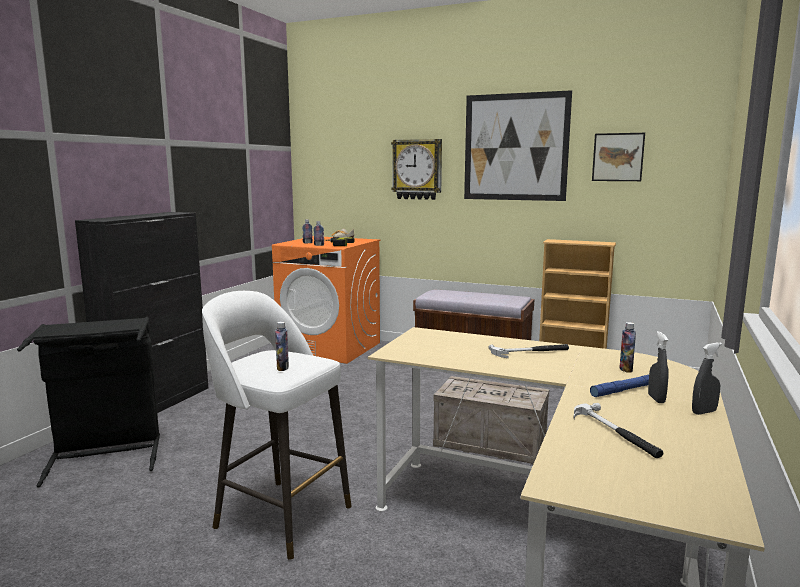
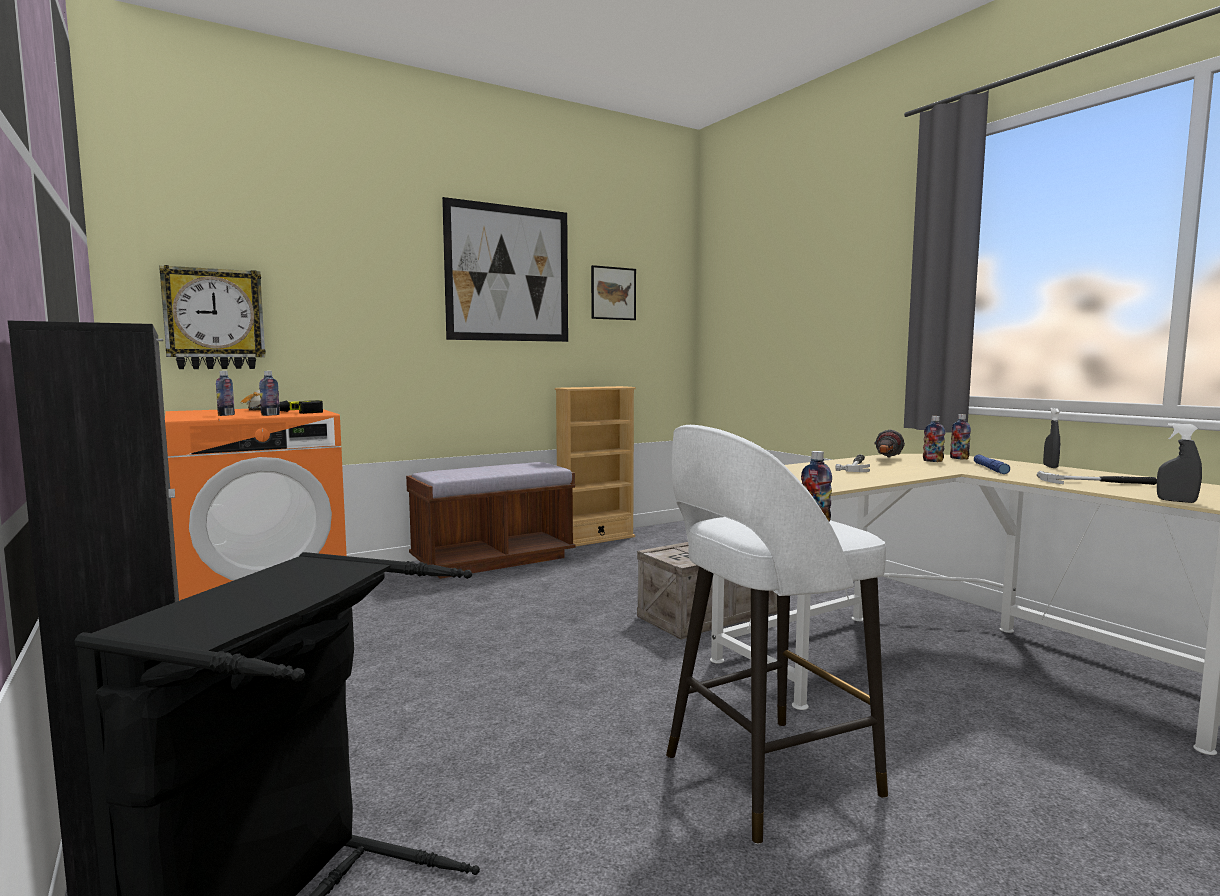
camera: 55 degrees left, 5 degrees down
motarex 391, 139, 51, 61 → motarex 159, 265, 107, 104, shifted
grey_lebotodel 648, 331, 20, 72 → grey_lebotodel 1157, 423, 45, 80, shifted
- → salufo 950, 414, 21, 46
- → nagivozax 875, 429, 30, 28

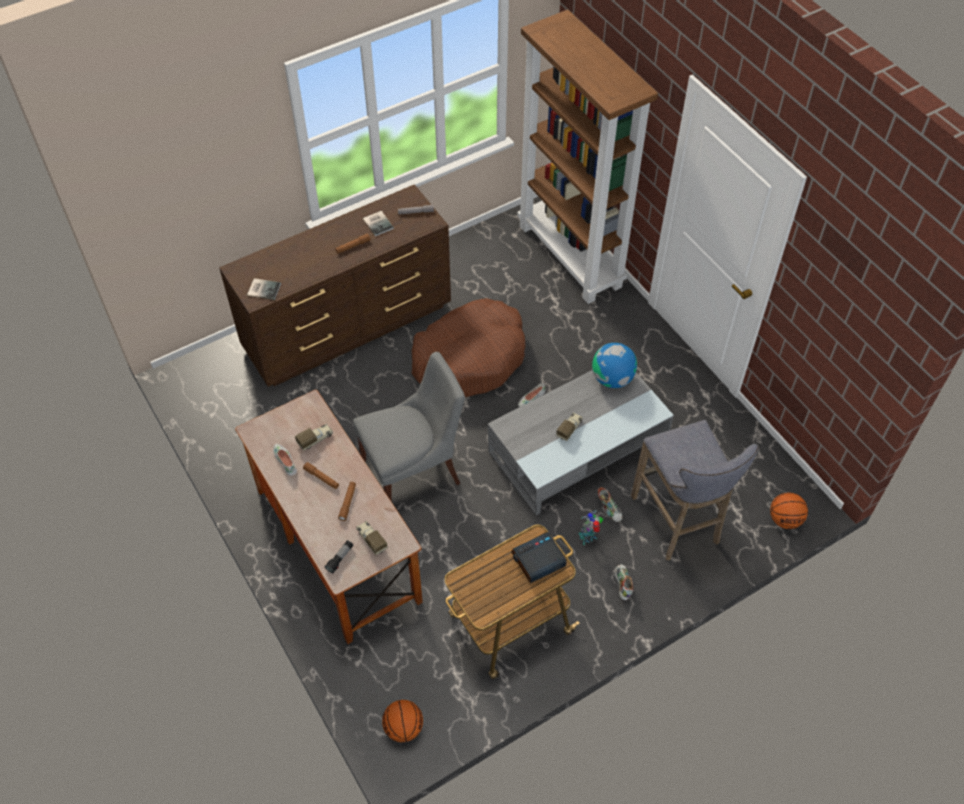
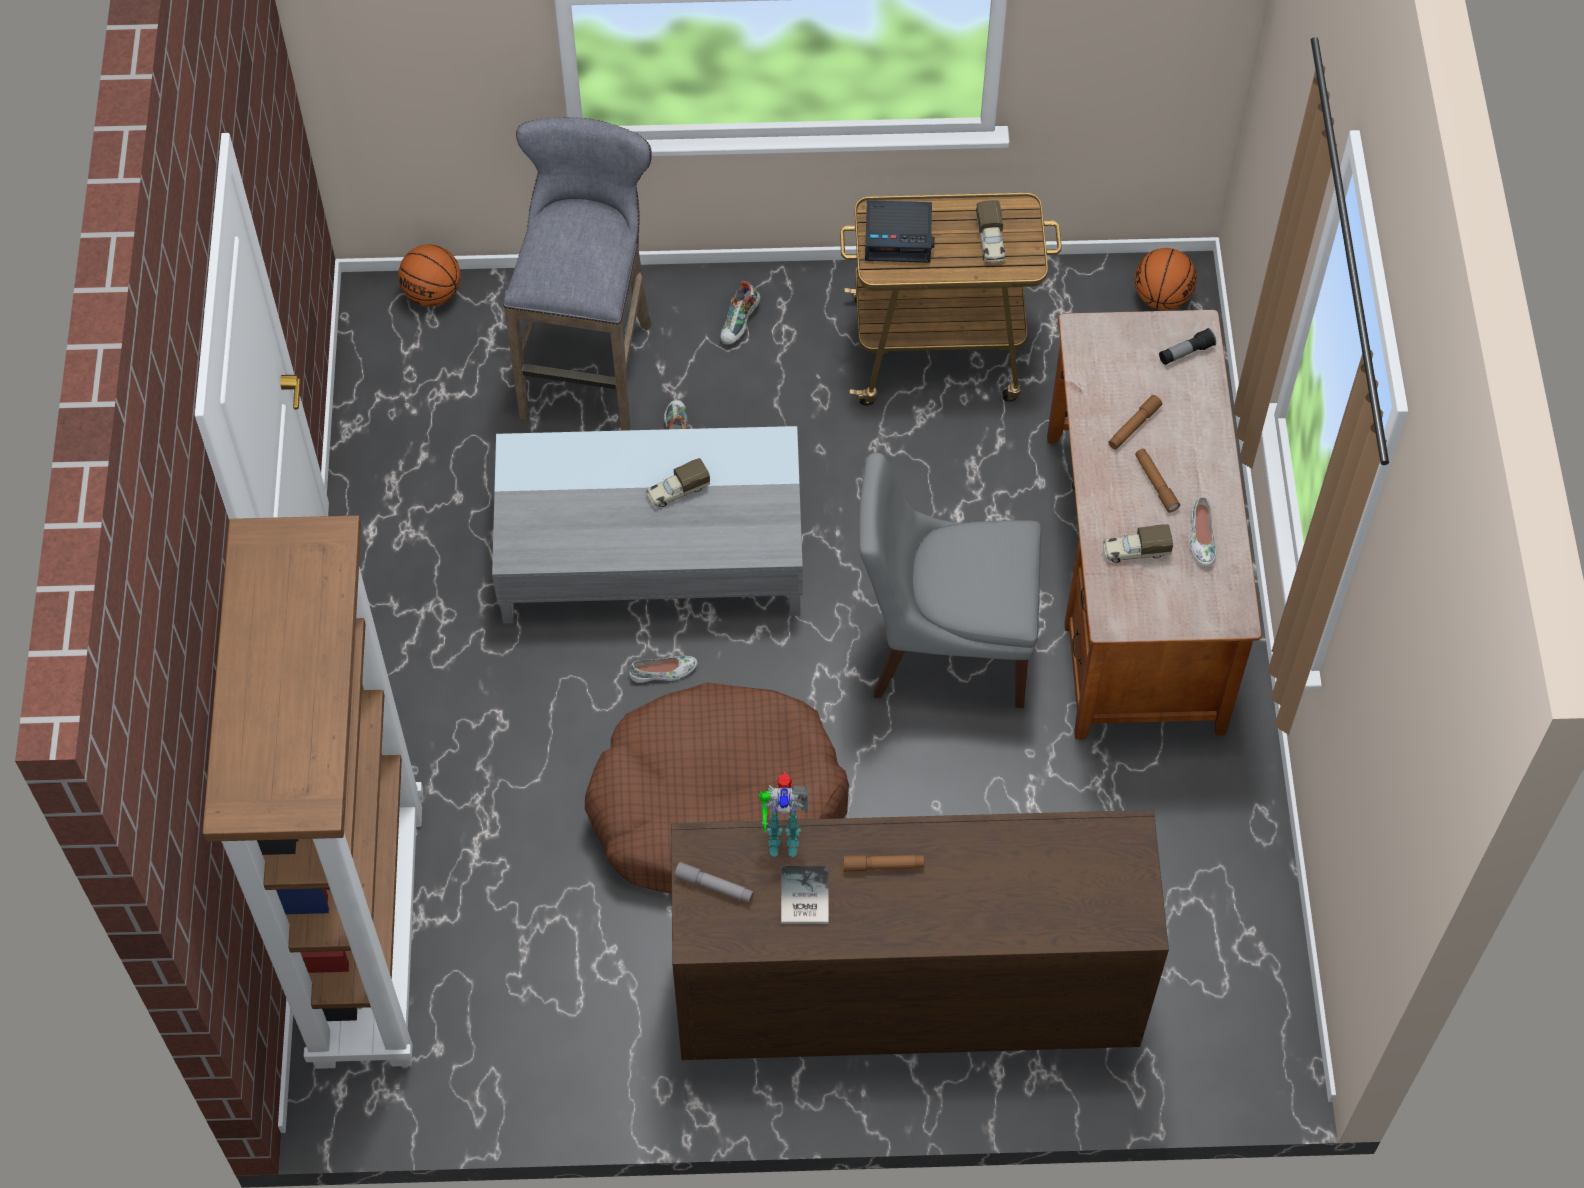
camera: 150 degrees left, 5 degrees up
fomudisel 247, 278, 34, 22 → -
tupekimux 592, 343, 45, 45 → -
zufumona 578, 510, 26, 35 → zufumona 758, 770, 51, 87, shifted
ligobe 356, 521, 31, 34 → ligobe 976, 200, 30, 63, shifted

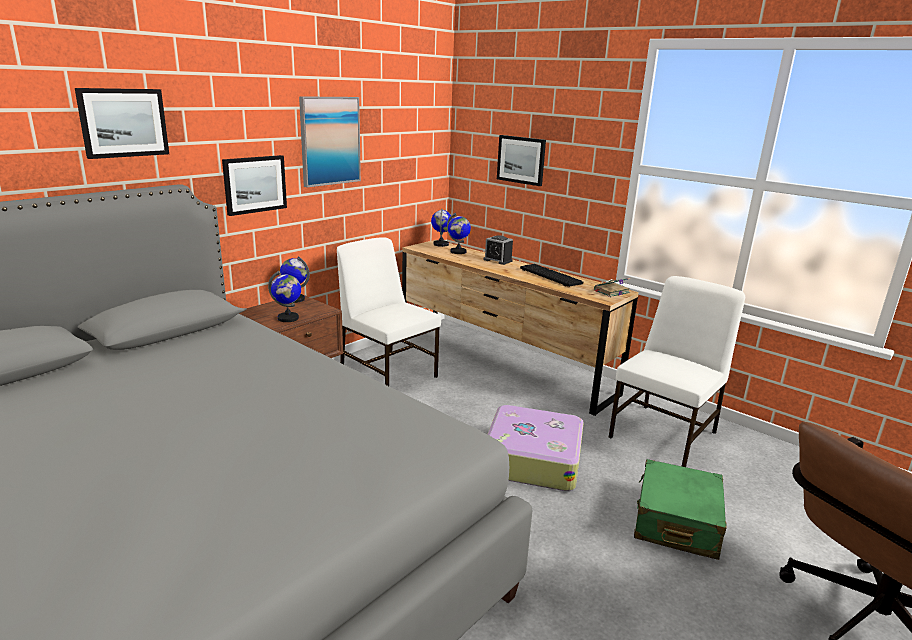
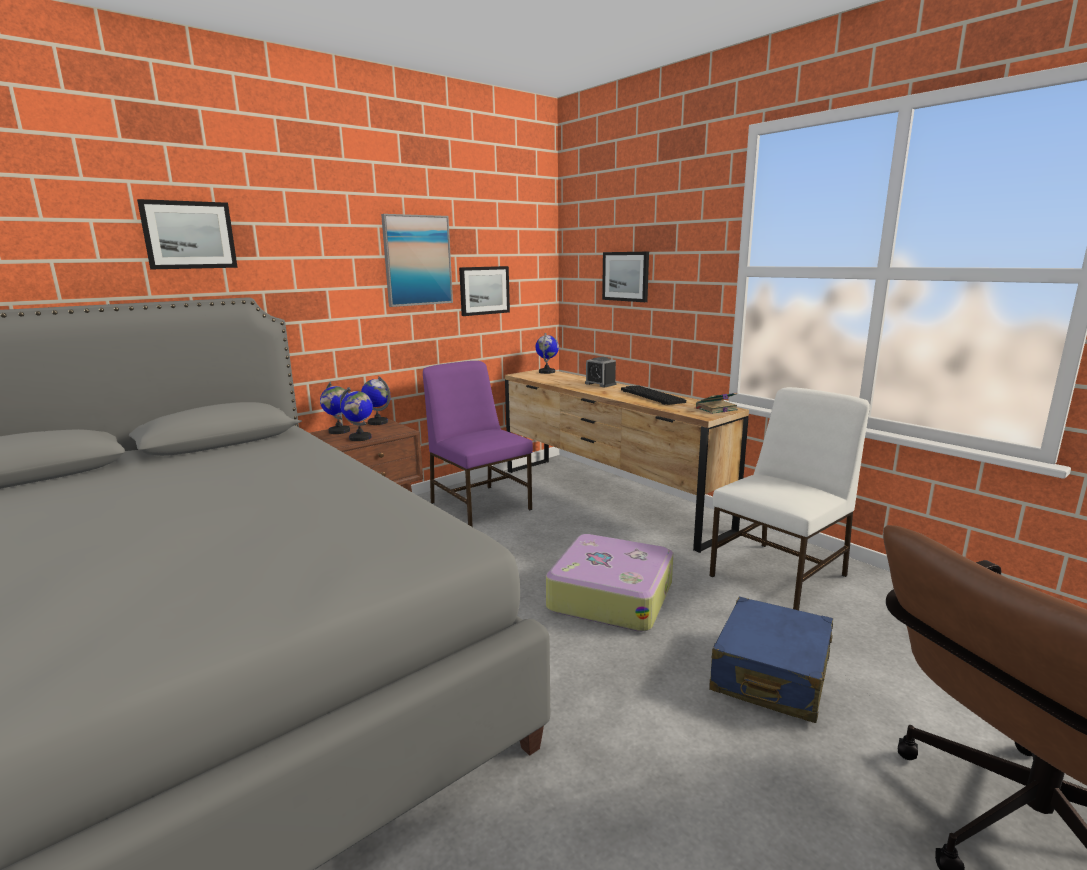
camera: 10 degrees right, 5 degrees down
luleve 222, 155, 65, 61 → luleve 459, 266, 51, 50, shifted
tupekimux 447, 213, 24, 41 → tupekimux 320, 382, 30, 52, shifted
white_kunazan 337, 237, 104, 149 → purple_kunazan 423, 361, 110, 166
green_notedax 634, 459, 93, 101 → blue_notedax 709, 597, 124, 126

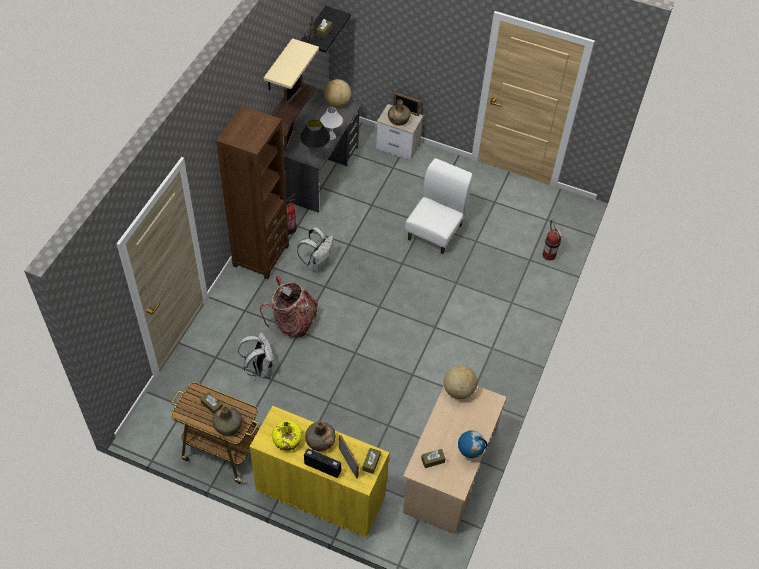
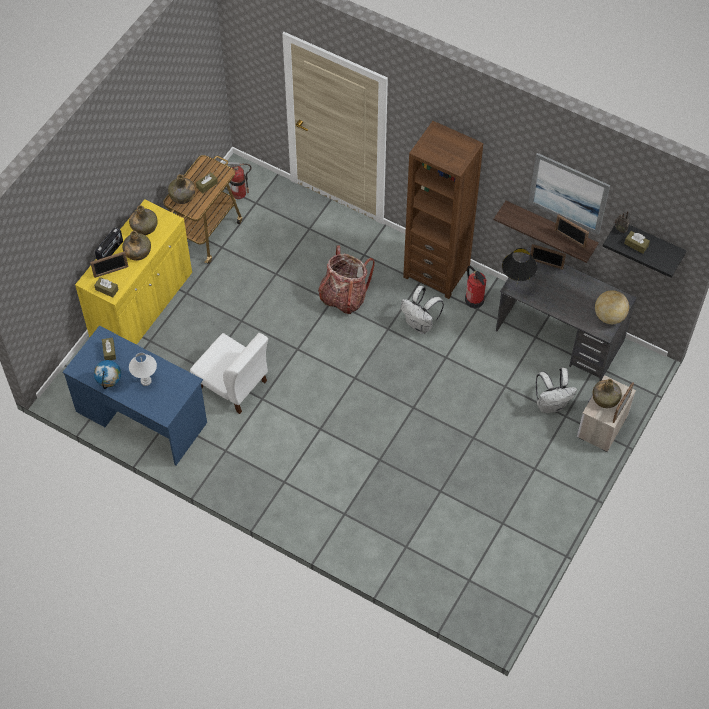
camera: 100 degrees right, 5 degrees up
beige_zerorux 264, 38, 55, 52 → luleve 528, 153, 82, 82
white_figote 320, 107, 23, 33 → white_figote 129, 353, 28, 33, shifted
white_kunazan 405, 158, 67, 96 → white_kunazan 190, 333, 78, 81, shifted
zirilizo 543, 220, 20, 41 → zirilizo 221, 162, 31, 37, shifted
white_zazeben 238, 332, 37, 46 → white_zazeben 536, 368, 41, 45, shifted
tupekimux 444, 365, 33, 34 → -
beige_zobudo 403, 386, 104, 148 → blue_zobudo 62, 325, 145, 141
yellow_salufo 272, 421, 30, 30 → green_salufo 129, 205, 29, 30

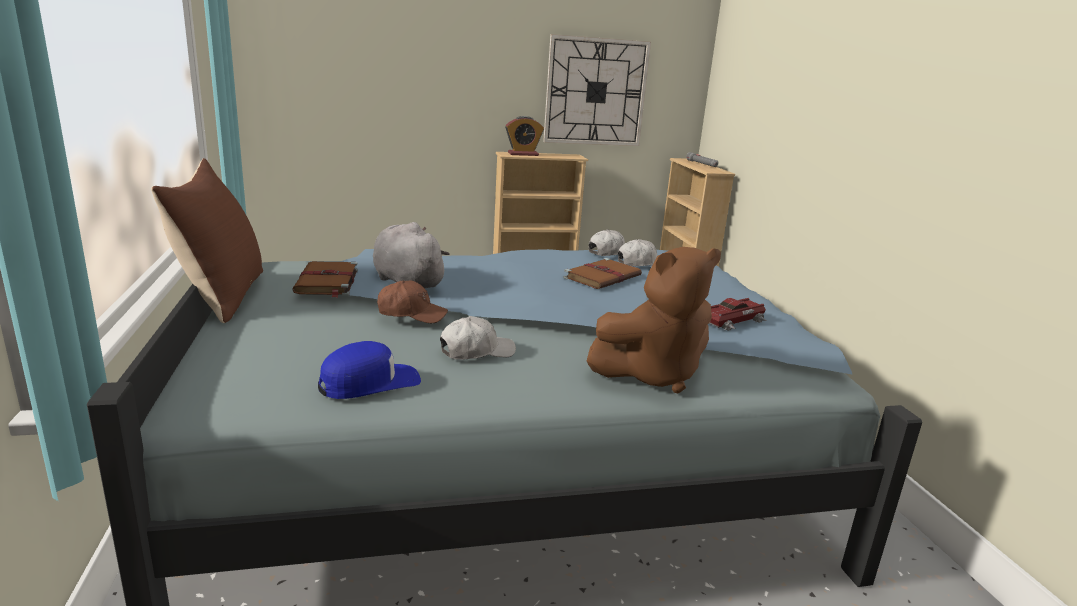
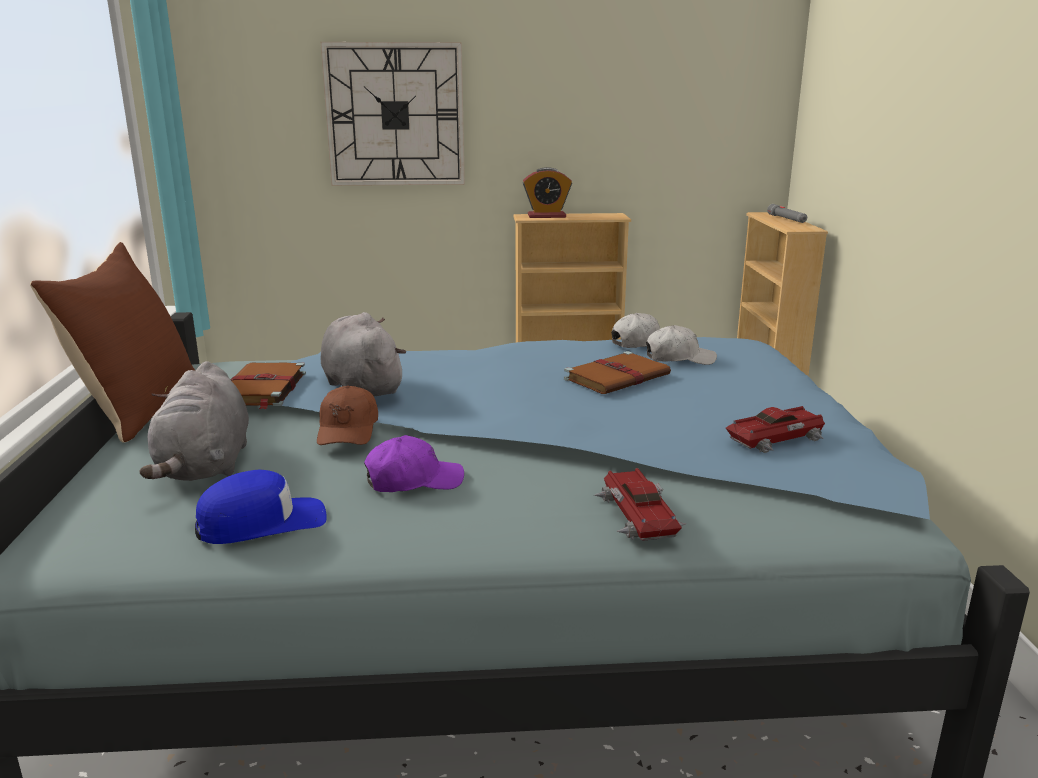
camera: 10 degrees right, 0 degrees up
motarex 543, 34, 108, 112 → motarex 321, 42, 144, 144, shifted
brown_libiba 587, 247, 134, 147 → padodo 594, 468, 92, 73
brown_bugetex 377, 280, 71, 44 → brown_bugetex 317, 385, 61, 60, 75 degrees clockwise
white_bugetex 440, 316, 76, 43 → purple_bugetex 364, 435, 100, 57
- → grey_libiba 139, 361, 110, 120

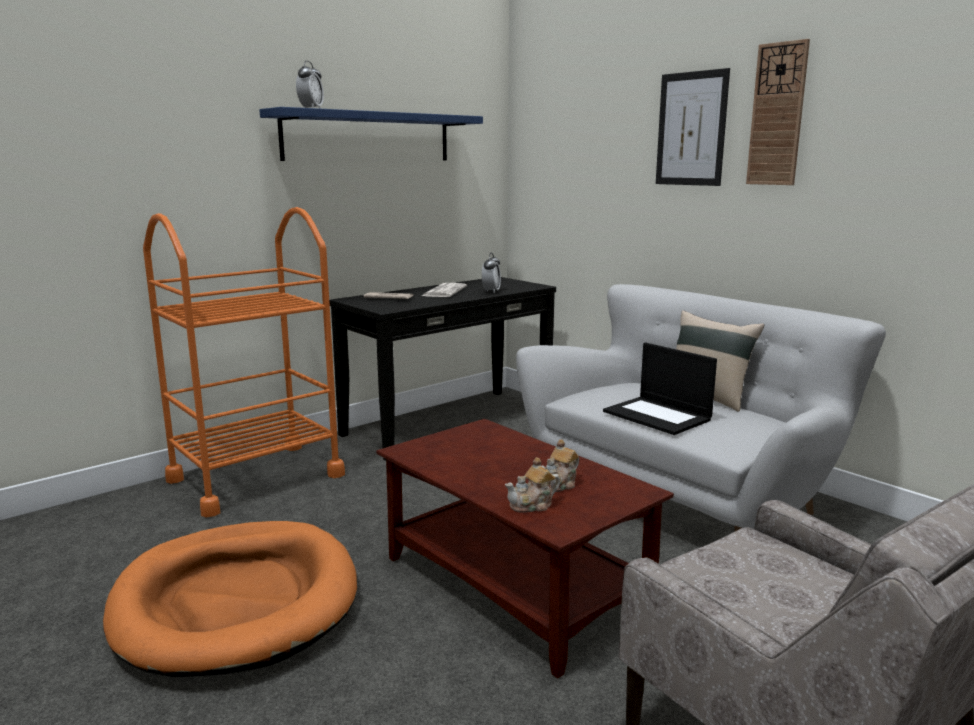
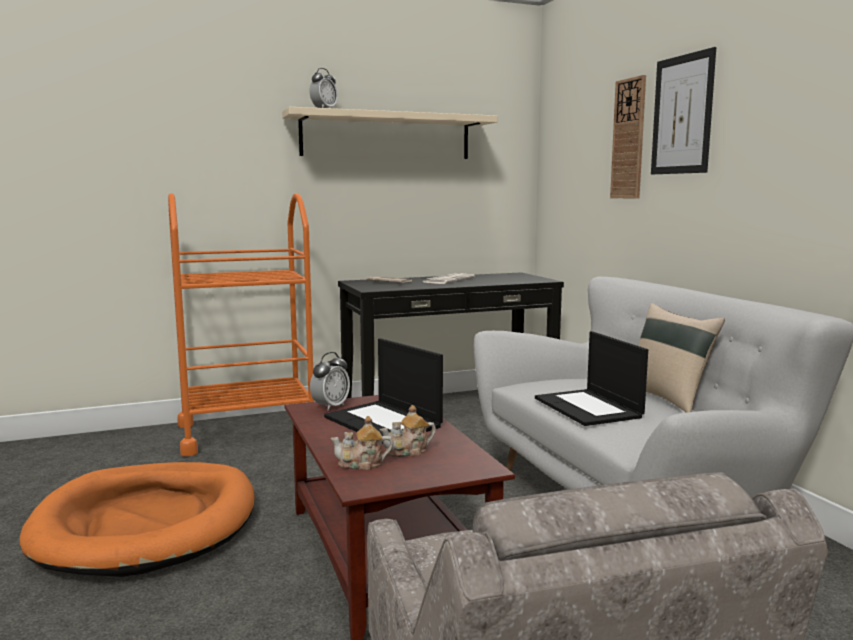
camera: 20 degrees right, 5 degrees down
motarex 746, 39, 64, 146 → motarex 610, 75, 36, 124, shifted
blue_zerorux 259, 107, 224, 54 → beige_zerorux 282, 107, 216, 52
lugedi 482, 253, 19, 40 → lugedi 310, 352, 40, 59, shifted
- → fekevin 324, 338, 119, 106

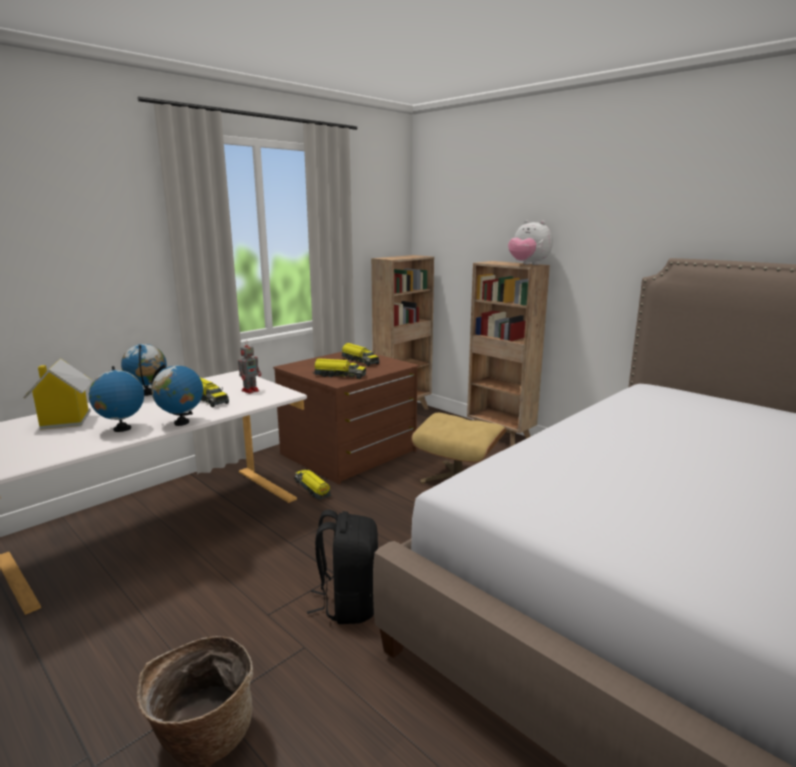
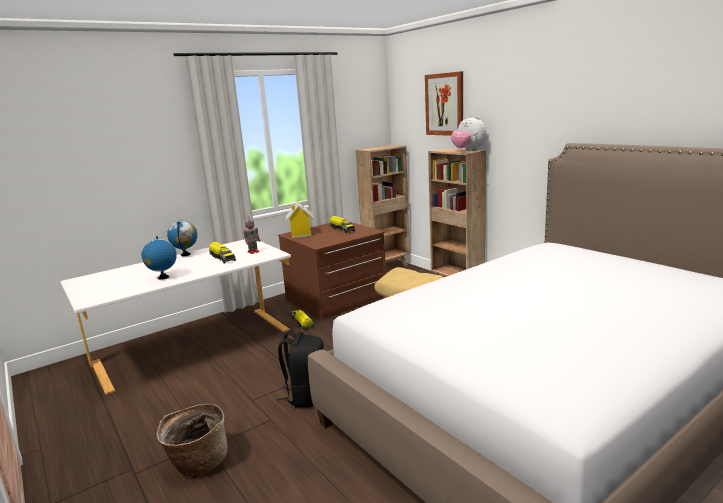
camera: 10 degrees right, 0 degrees up
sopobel 23, 358, 69, 72 → sopobel 286, 202, 27, 36, shifted
ligobe 313, 358, 53, 21 → -
tupekimux 151, 364, 52, 62 → -
- → luleve 425, 71, 38, 65

